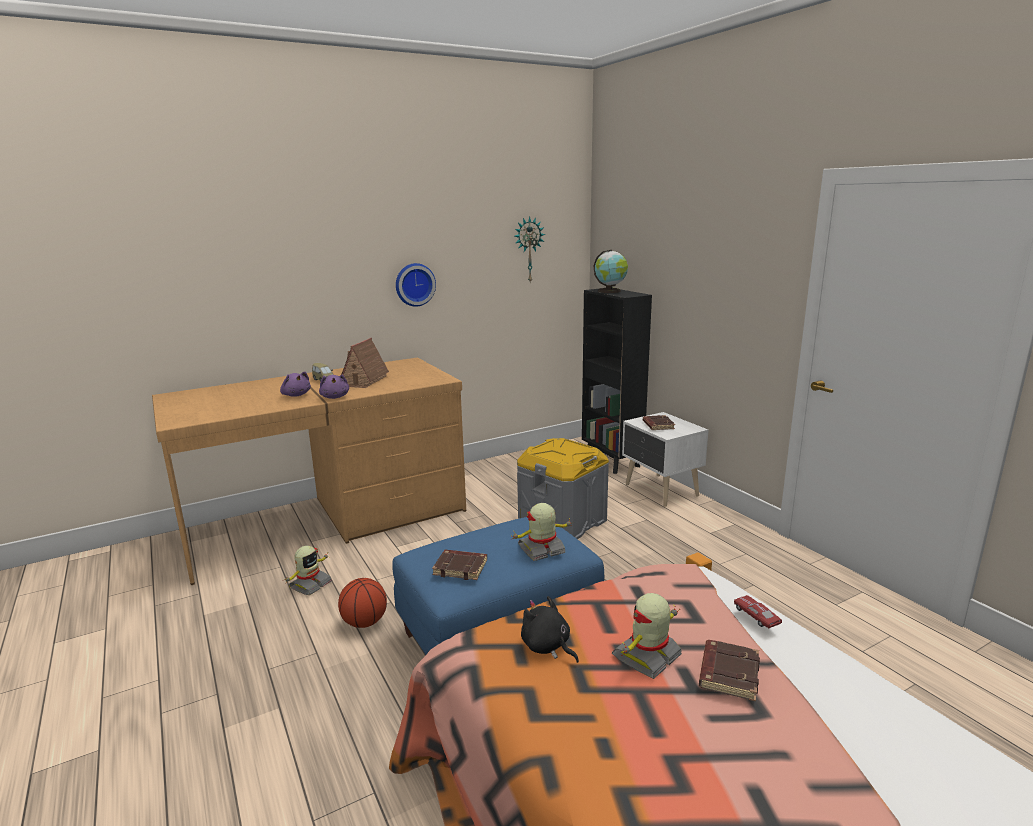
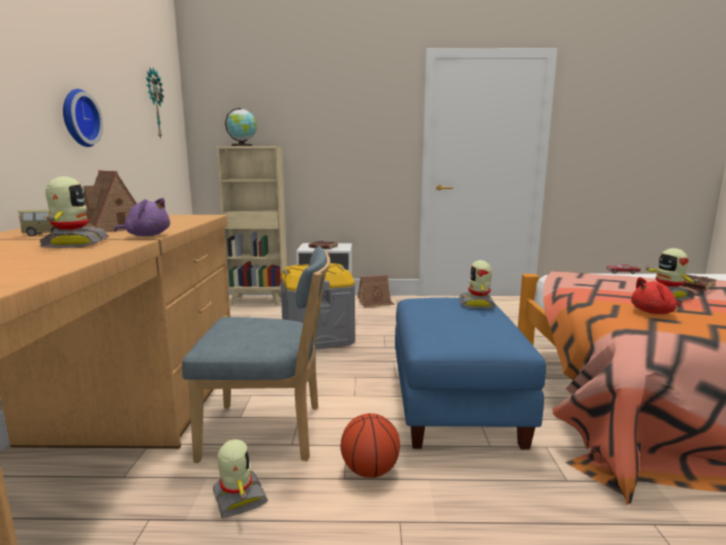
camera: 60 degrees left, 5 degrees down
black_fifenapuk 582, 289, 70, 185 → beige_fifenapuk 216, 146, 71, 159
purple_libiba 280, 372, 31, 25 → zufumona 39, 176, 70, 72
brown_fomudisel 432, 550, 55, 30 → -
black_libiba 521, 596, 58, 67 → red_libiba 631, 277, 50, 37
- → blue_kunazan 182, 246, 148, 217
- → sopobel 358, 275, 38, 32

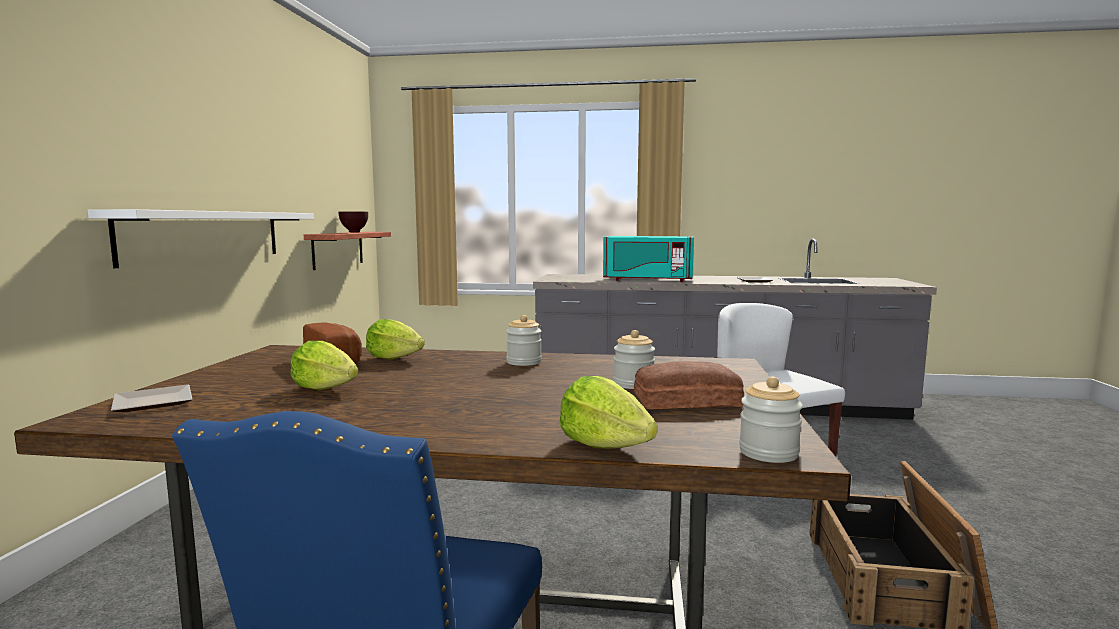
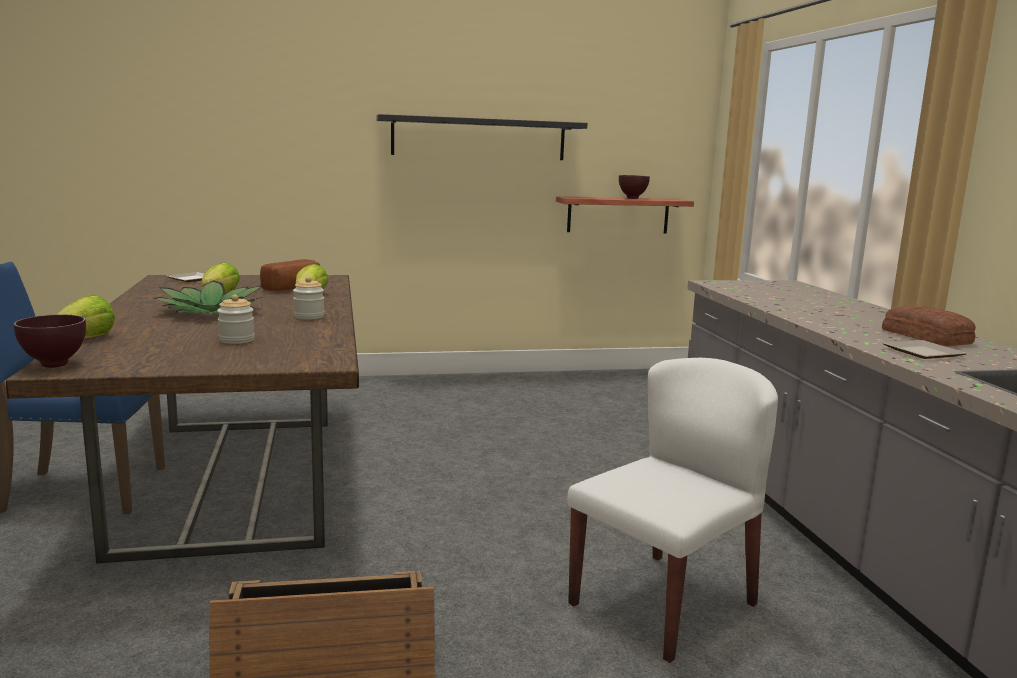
camera: 70 degrees right, 5 degrees up
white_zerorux 88, 209, 226, 59 → -
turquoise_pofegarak 603, 236, 91, 46 → -
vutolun 634, 361, 110, 48 → vutolun 882, 305, 94, 42, shifted
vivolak 739, 376, 64, 87 → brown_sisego 13, 315, 73, 53
- → black_zerorux 376, 114, 211, 46
- → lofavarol 153, 281, 109, 33

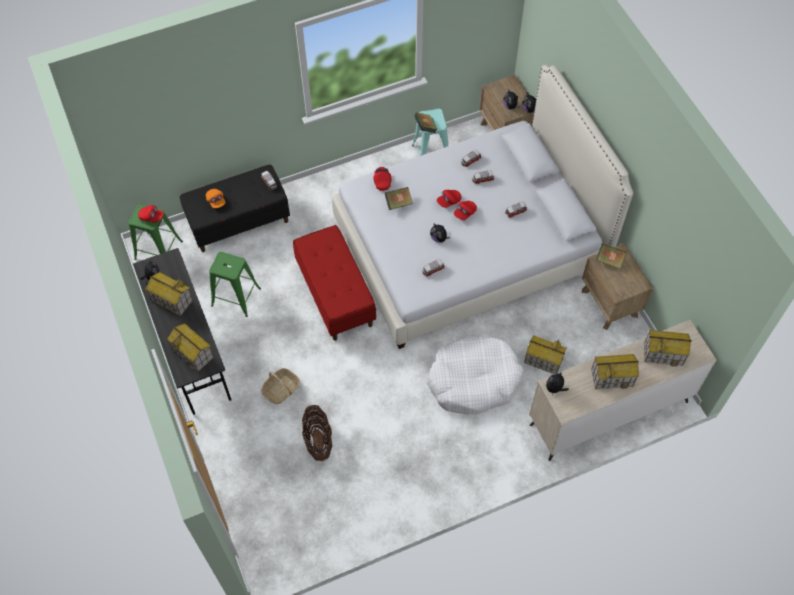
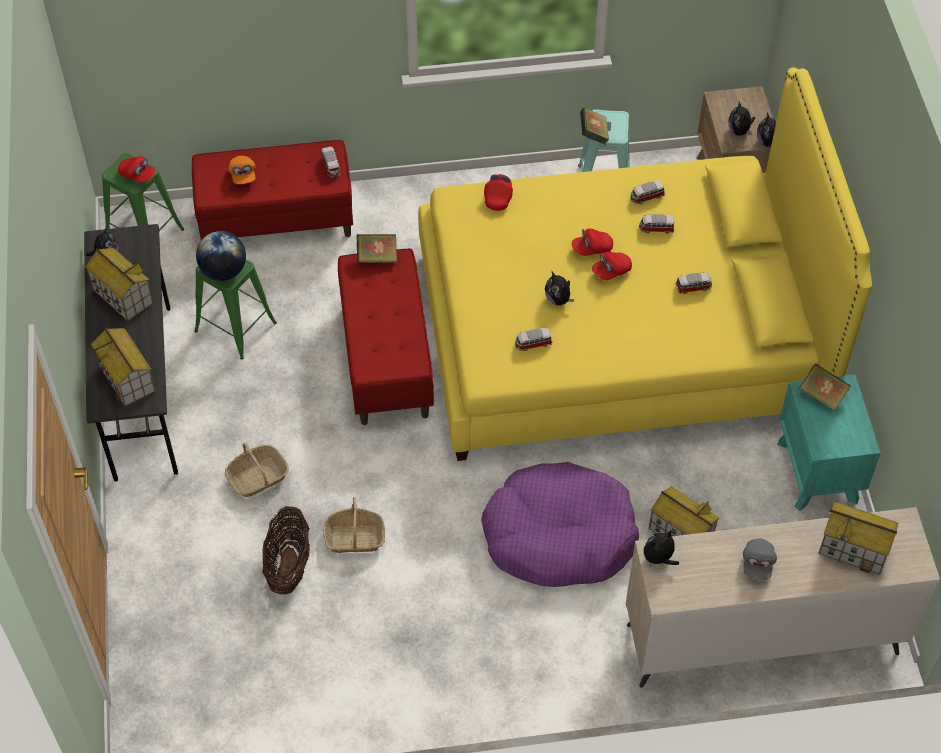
camera: 15 degrees right, 5 degrees down
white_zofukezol 332, 65, 301, 284 → yellow_zofukezol 418, 67, 454, 394
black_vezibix 180, 165, 110, 87 → red_vezibix 192, 140, 161, 100
fomudisel 384, 187, 29, 23 → fomudisel 357, 234, 40, 29, shifted
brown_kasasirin 582, 244, 71, 86 → turquoise_kasasirin 777, 374, 104, 137
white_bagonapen 427, 335, 97, 80 → purple_bagonapen 481, 462, 158, 125
sopobel 591, 354, 48, 35 → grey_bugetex 743, 538, 34, 42
- → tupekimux 196, 231, 50, 50
- → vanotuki 323, 497, 62, 56

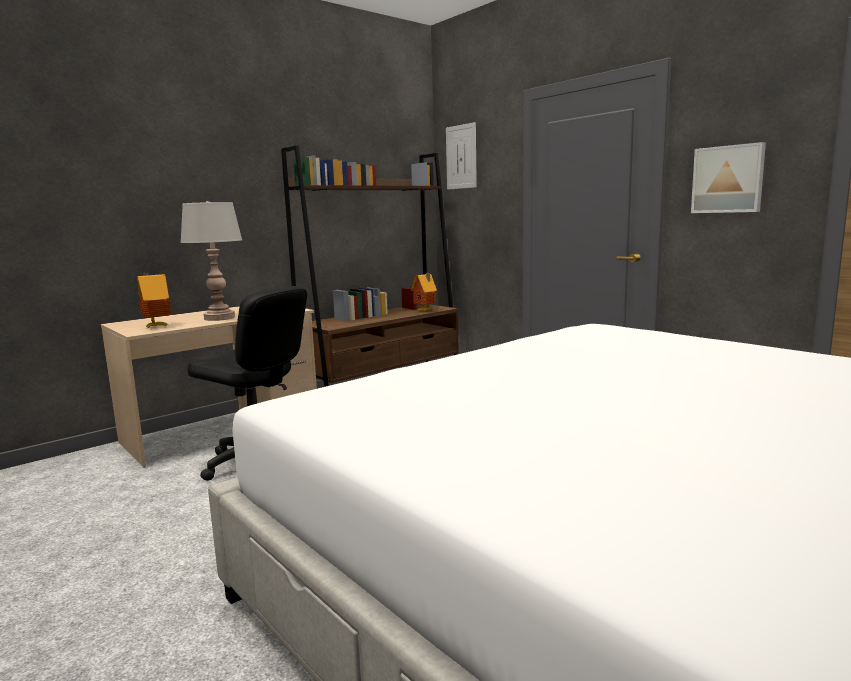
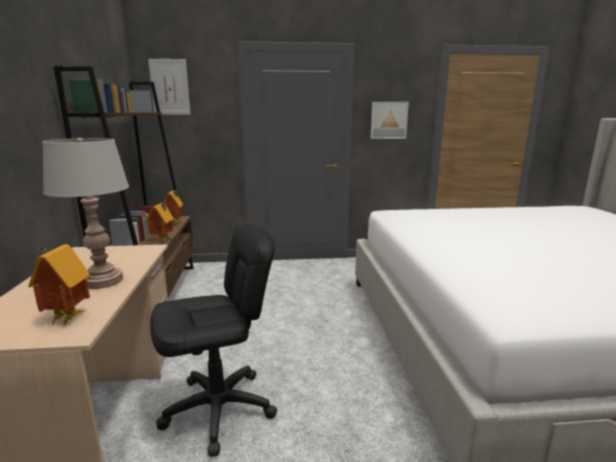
camera: 55 degrees left, 5 degrees up
- → sopobel 146, 202, 28, 40

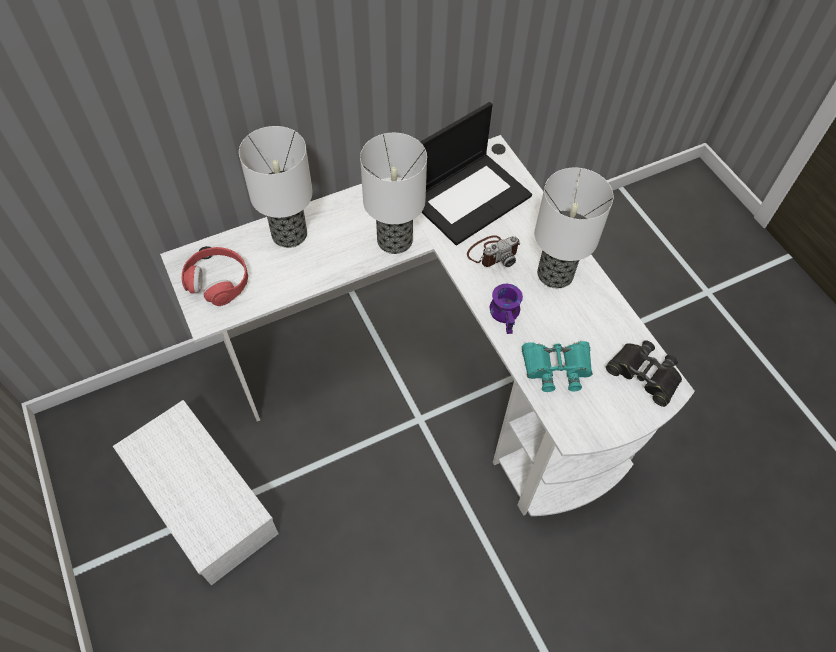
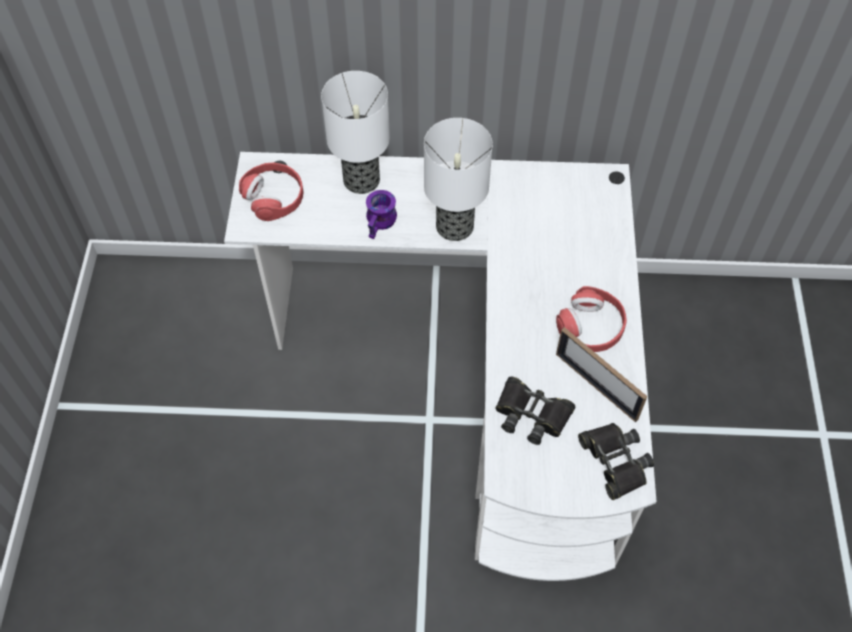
camera: 30 degrees right, 0 degrees up
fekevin 421, 102, 111, 143 → -
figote 535, 168, 78, 120 → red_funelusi 556, 286, 71, 66
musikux 467, 235, 53, 32 → -
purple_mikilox 489, 284, 34, 50 → purple_mikilox 366, 190, 31, 49, shifted
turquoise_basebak 522, 341, 70, 51 → black_basebak 495, 377, 80, 68
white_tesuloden 113, 400, 166, 185 → -
- → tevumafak 556, 327, 92, 95

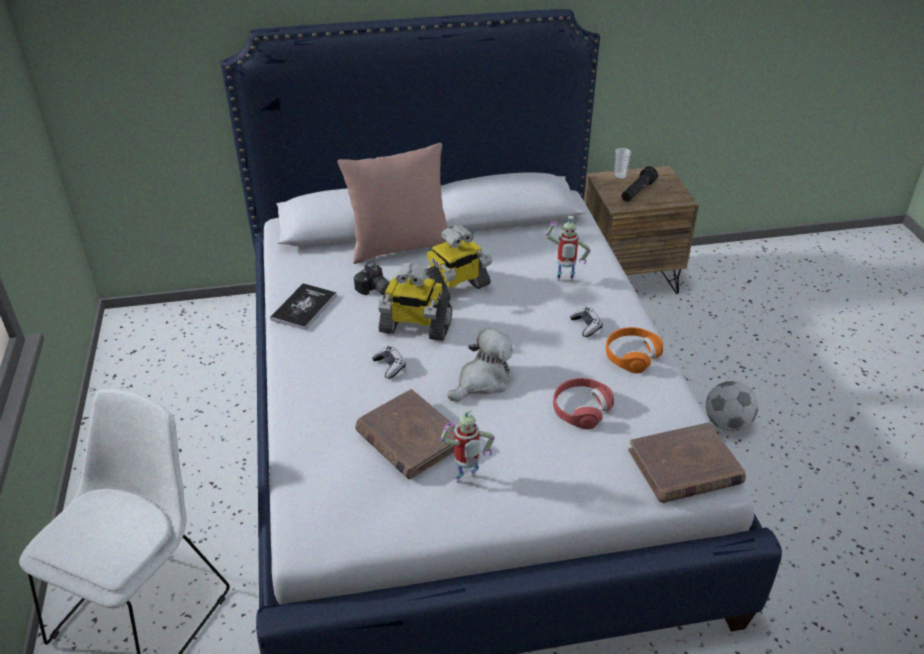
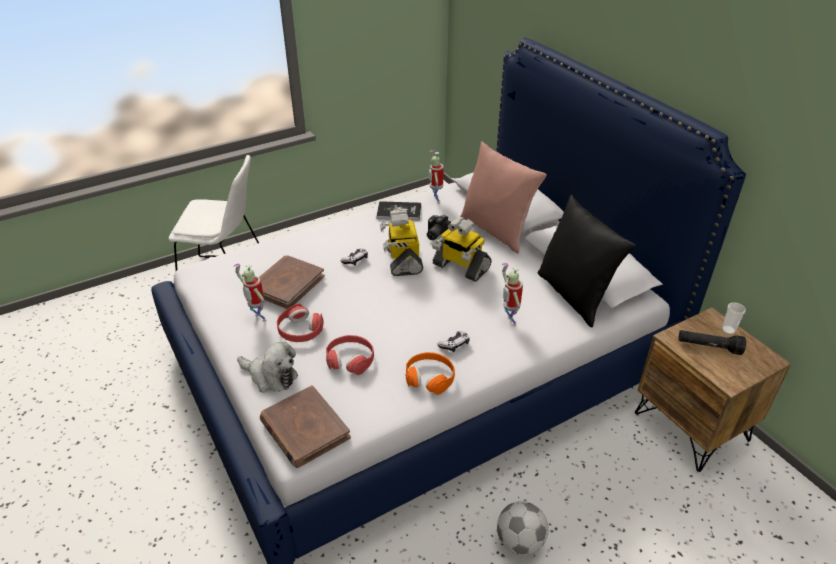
camera: 70 degrees right, 0 degrees up
libiba 448, 328, 65, 73 → libiba 237, 342, 61, 51, shifted
- → zufumona 429, 150, 15, 54
- → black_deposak 538, 195, 97, 133
- → red_funelusi 277, 304, 47, 38

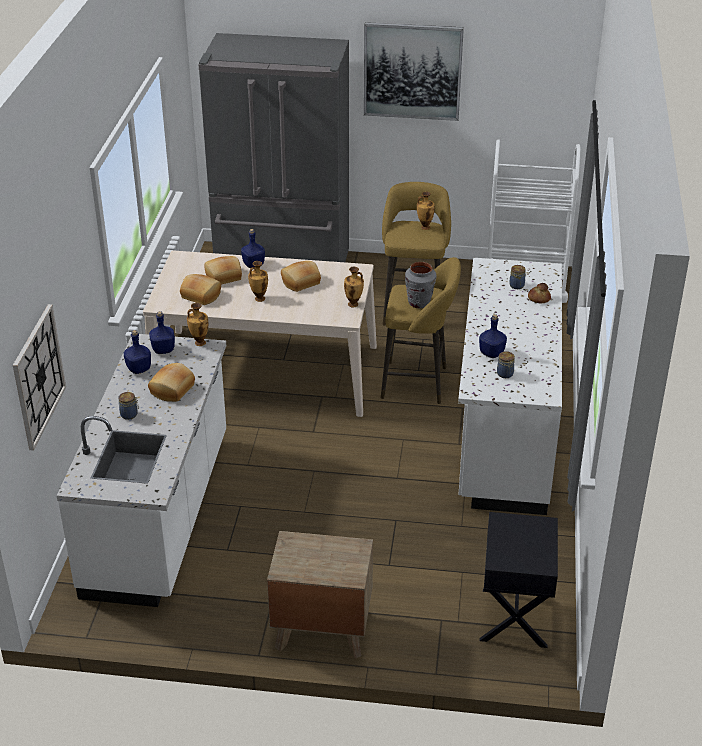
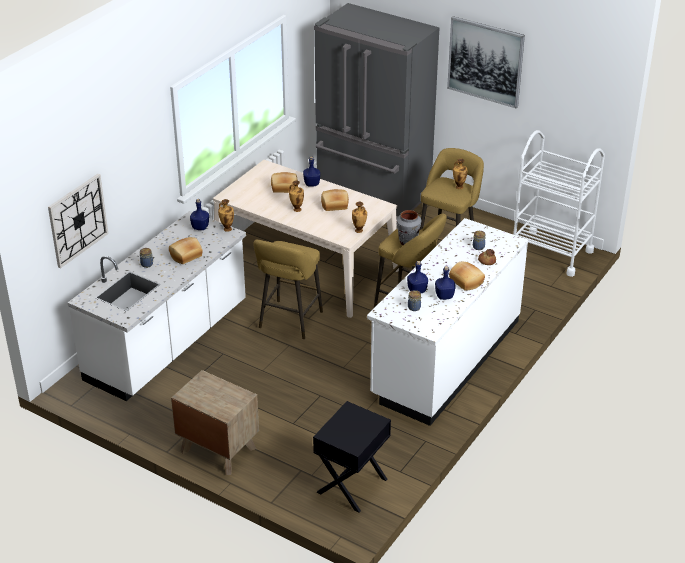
camera: 25 degrees right, 0 degrees up
vutolun 180, 274, 41, 31 → vutolun 449, 262, 36, 29, shifted
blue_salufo 124, 330, 27, 44 → blue_salufo 435, 266, 21, 34, shifted
- → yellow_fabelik 254, 240, 69, 99

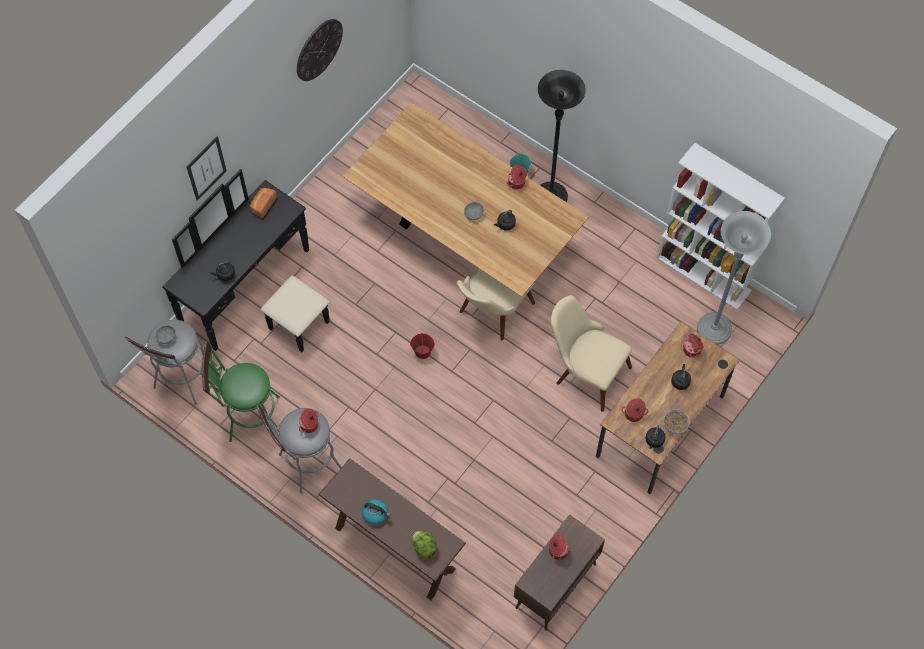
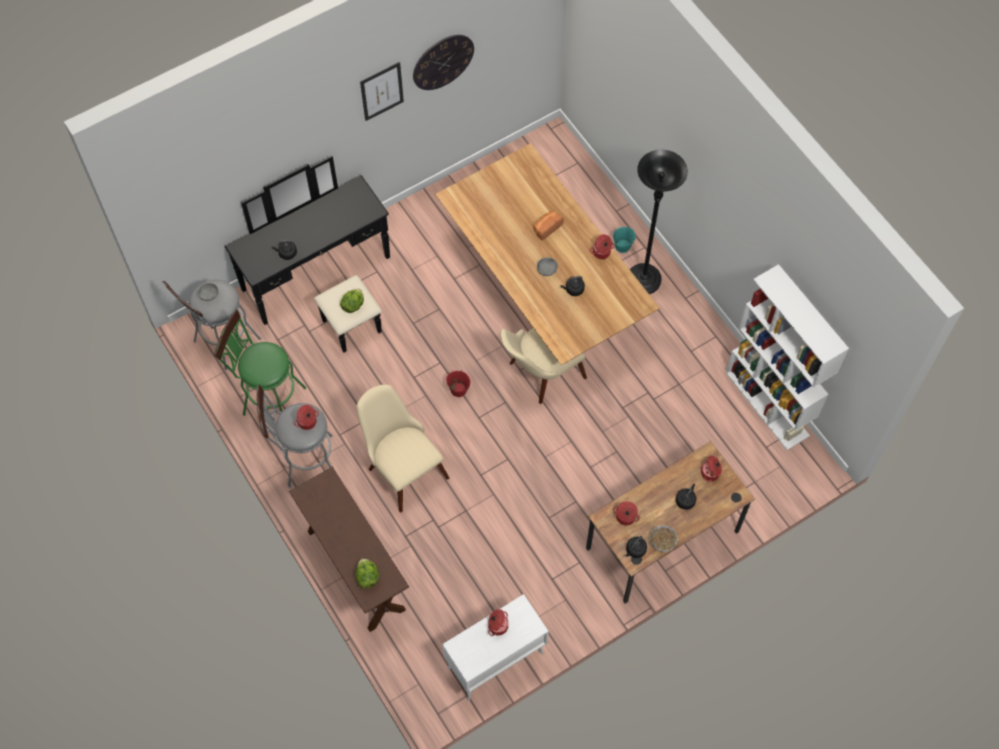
camera: 20 degrees right, 0 degrees up
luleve 187, 136, 40, 65 → luleve 360, 62, 44, 59, shifted
vutolun 249, 188, 28, 30 → vutolun 533, 211, 31, 29, shifted
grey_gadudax 697, 211, 74, 134 → -
beige_kunazan 551, 295, 81, 117 → beige_kunazan 357, 385, 92, 127, shifted
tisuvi 362, 499, 28, 26 → -
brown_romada 514, 514, 91, 117 → white_romada 442, 594, 107, 107
- → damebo 340, 289, 24, 24

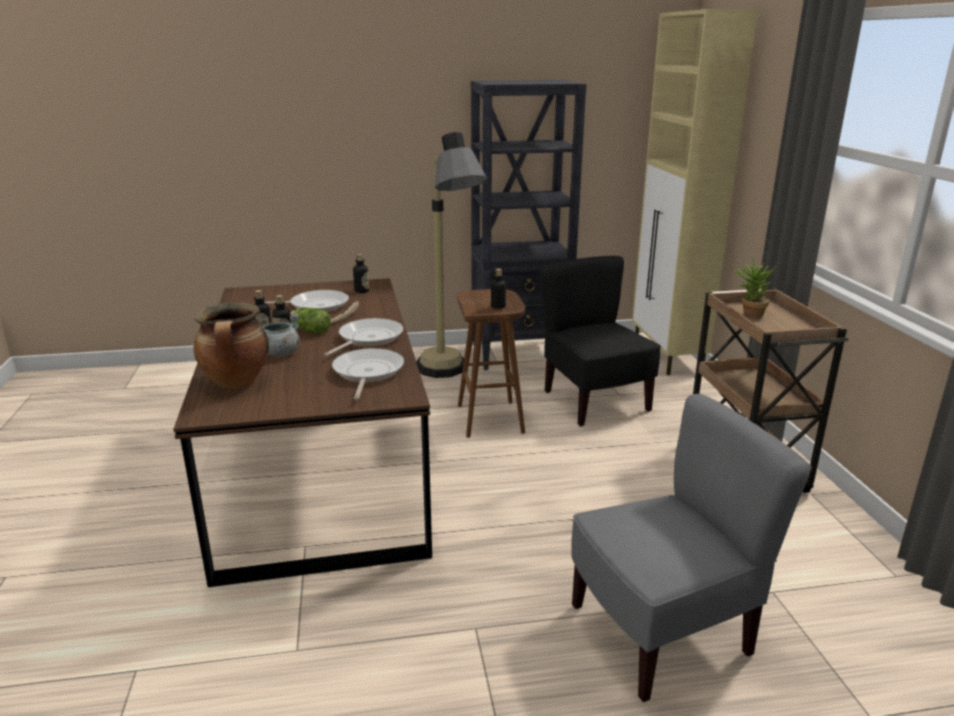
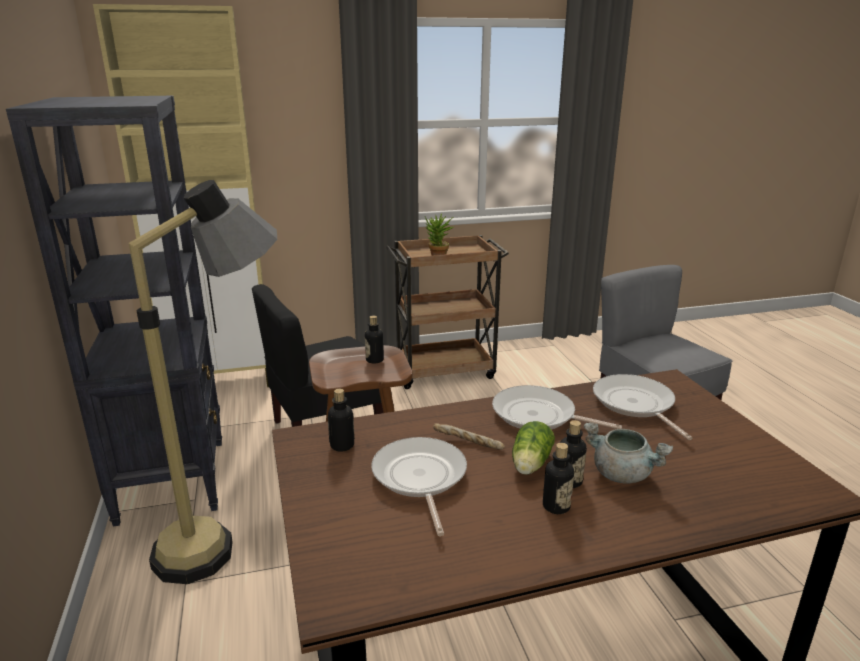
camera: 95 degrees left, 0 degrees up
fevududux 193, 302, 76, 87 → -
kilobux 332, 348, 72, 52 → kilobux 593, 374, 99, 66, 75 degrees clockwise

